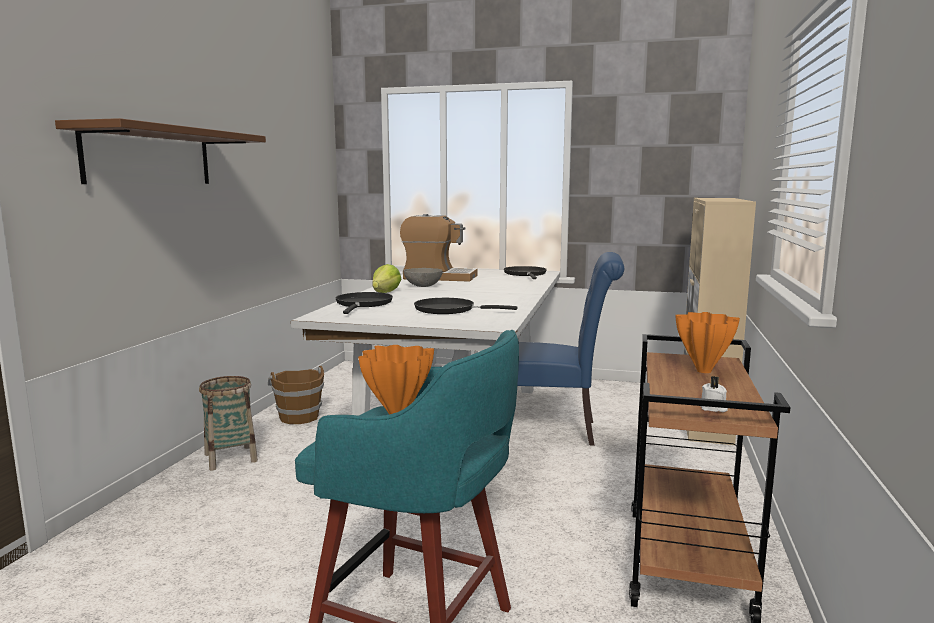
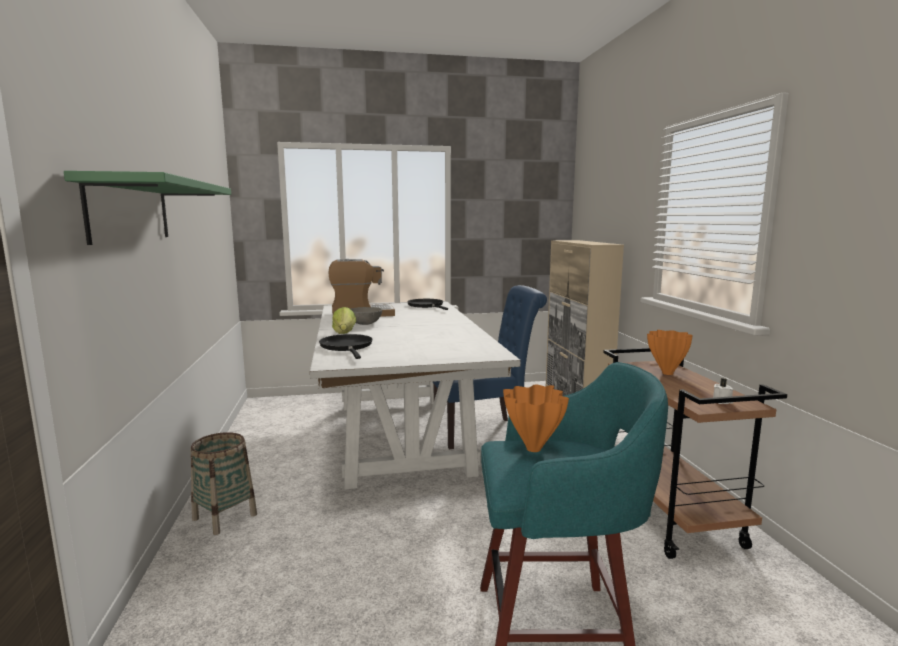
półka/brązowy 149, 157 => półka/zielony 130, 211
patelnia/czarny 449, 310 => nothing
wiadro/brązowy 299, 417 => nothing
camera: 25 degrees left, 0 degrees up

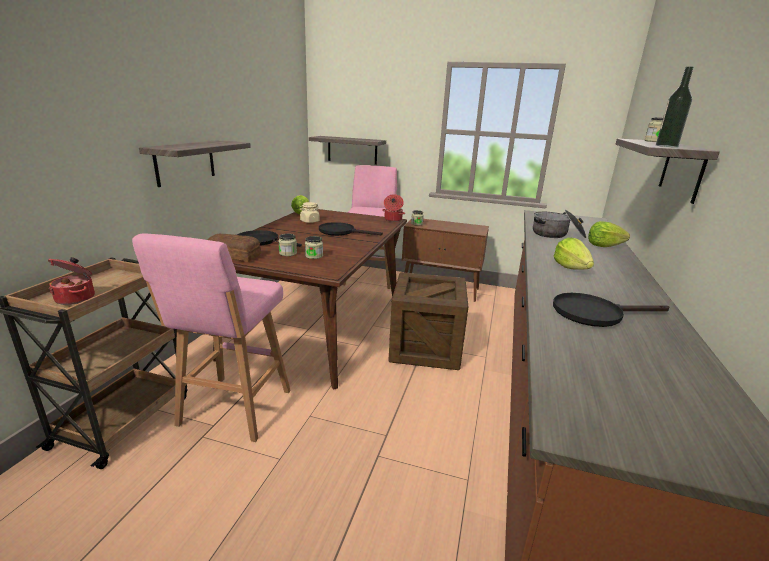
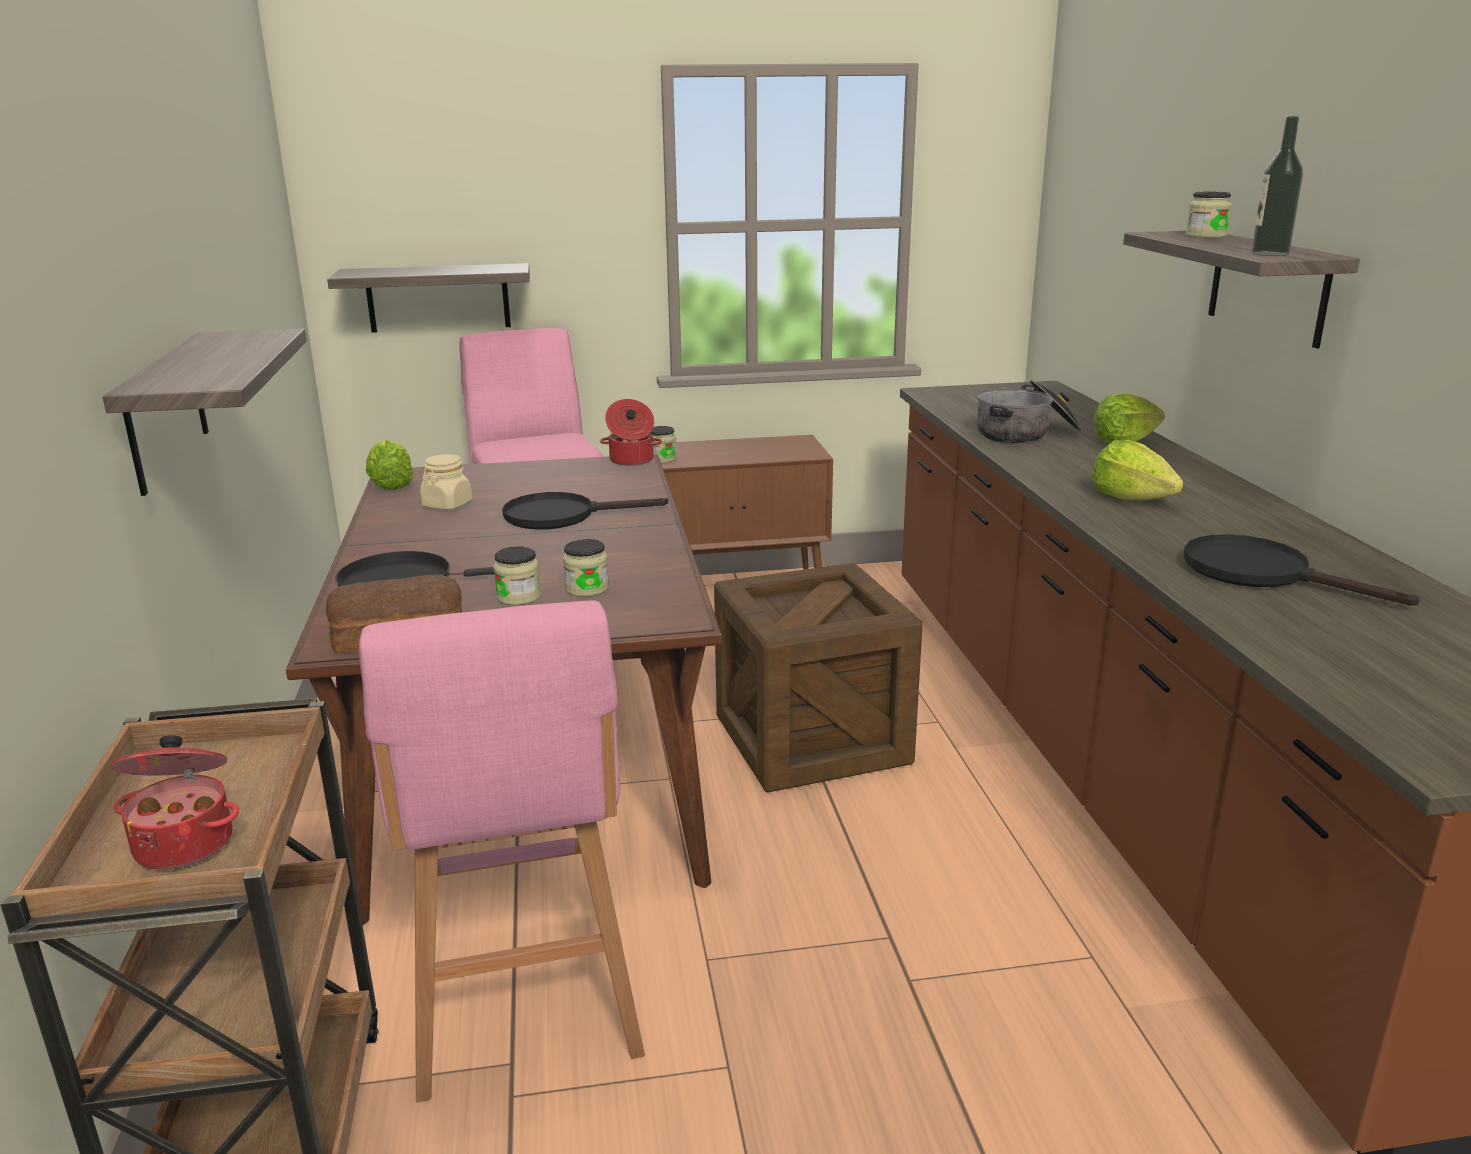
patelnia/czarny 595, 313 => patelnia/czarny 1262, 573, 75 degrees clockwise
camera: 25 degrees left, 0 degrees up

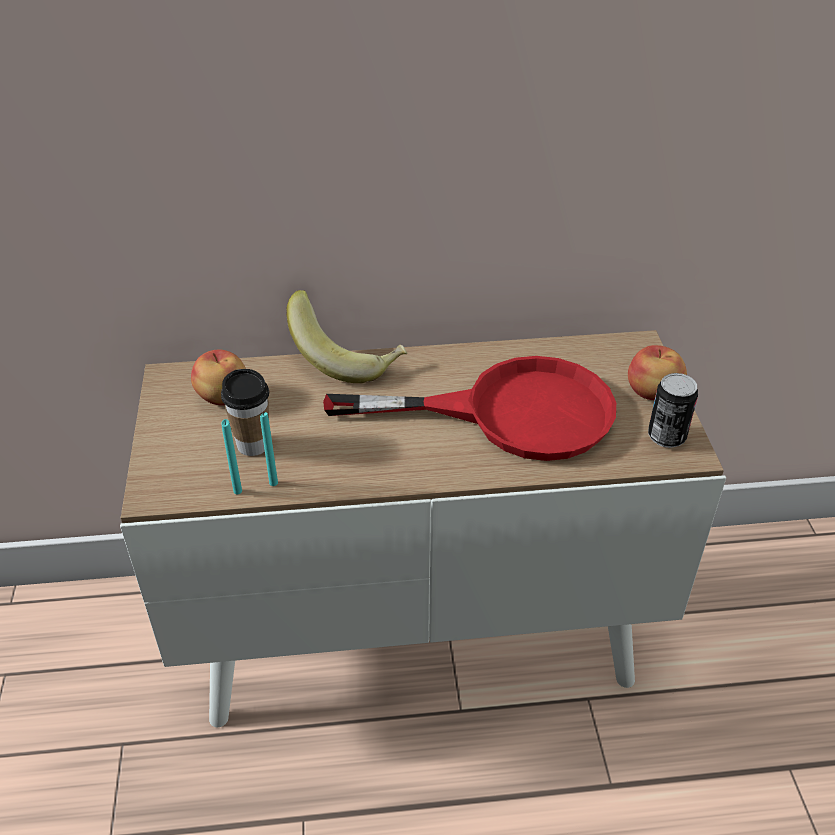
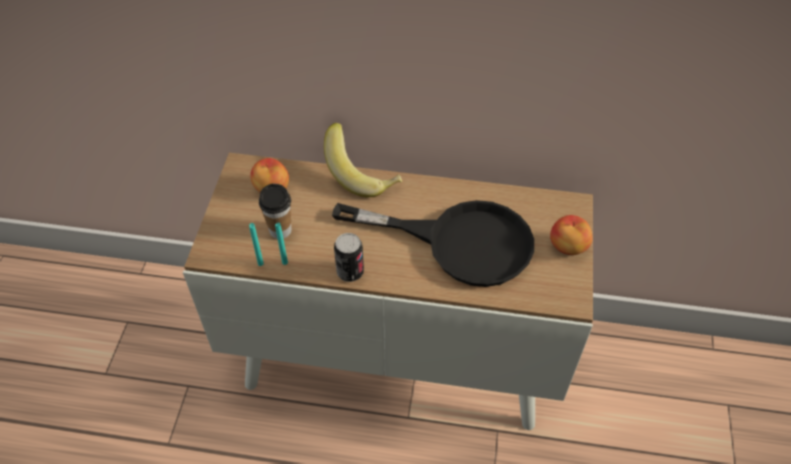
patelnia/czerwony 510, 413 => patelnia/czarny 459, 242
puszka 666, 437 => puszka 350, 272, relocated
camera: 15 degrees right, 10 degrees up

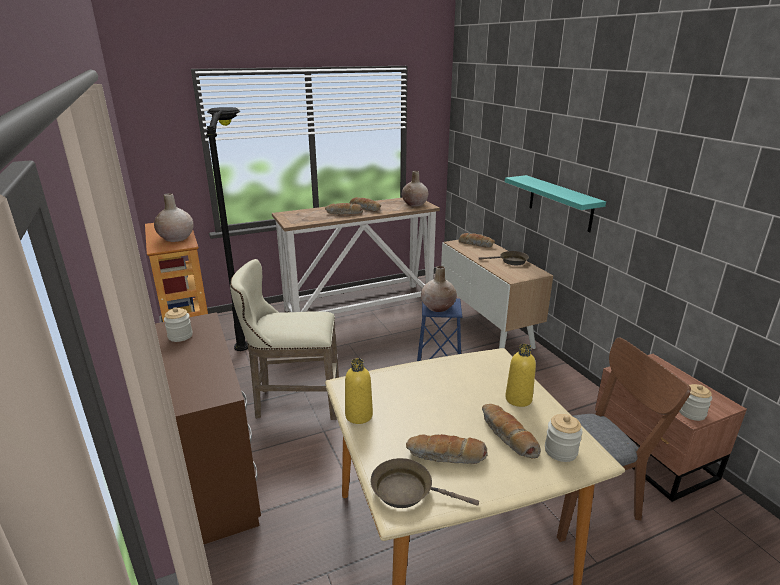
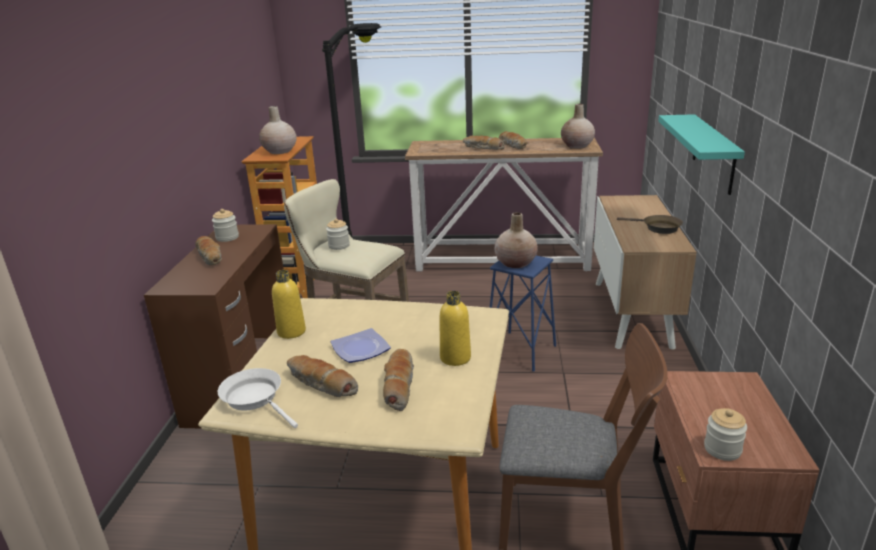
chleb 476, 244 => chleb 210, 257, relocated
słoik 560, 451 => słoik 339, 246, relocated
patelnia/brązowy 407, 491 => patelnia/biały 255, 398
nothing => talerz 359, 349
camera: 30 degrees right, 0 degrees up

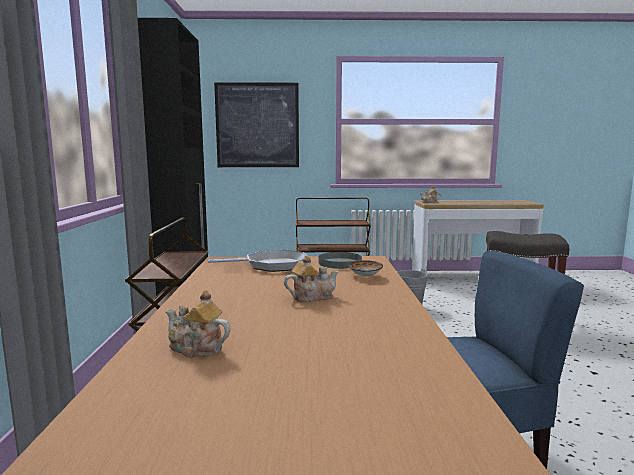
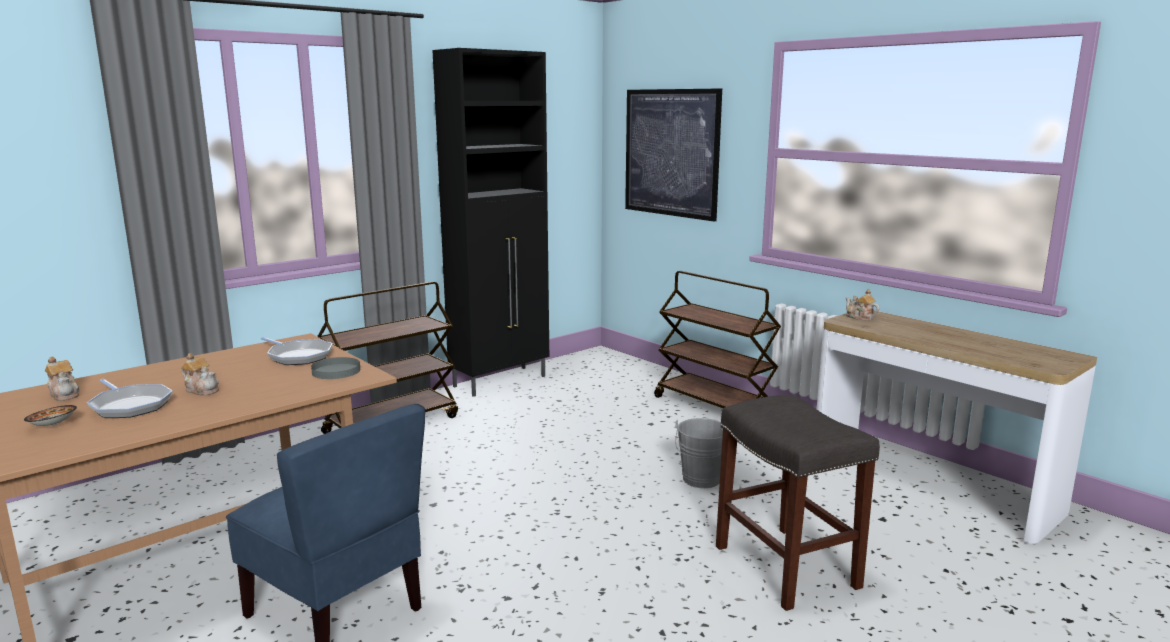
miska 365, 276 => miska 53, 425, relocated
imbryk 196, 348 => imbryk 65, 394, 150 degrees clockwise
nothing => patelnia 130, 405
camera: 50 degrees right, 5 degrees up

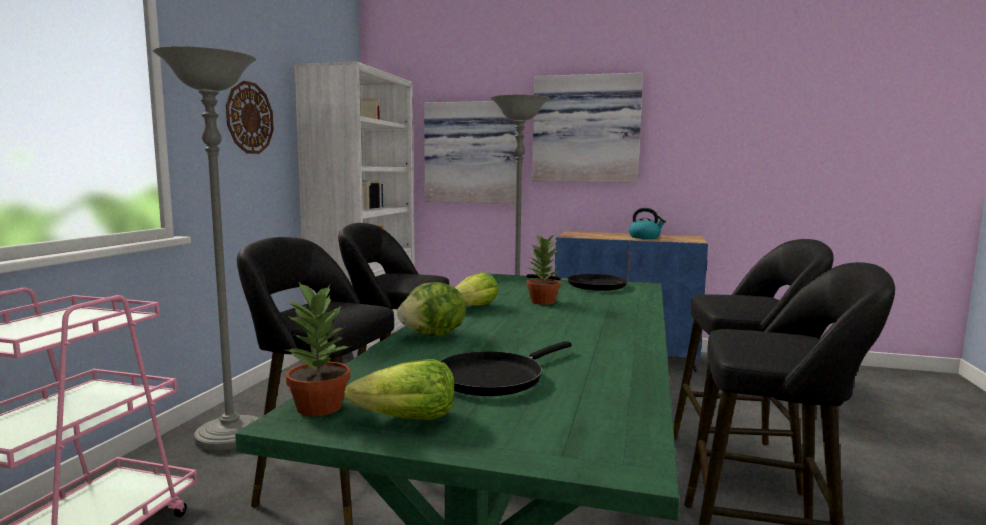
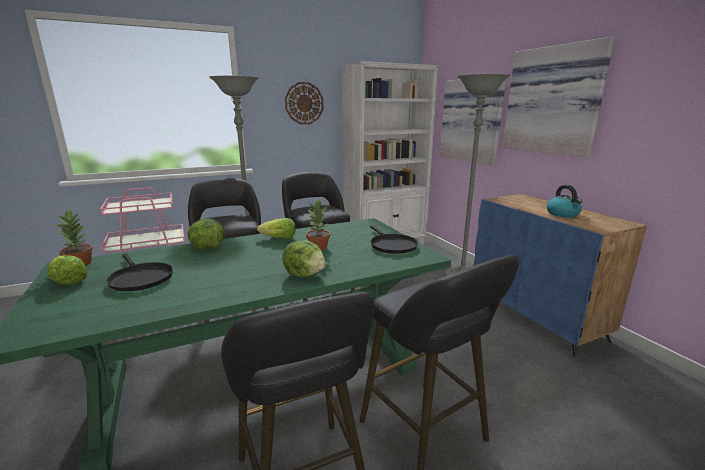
patelnia/czarny 494, 377 => patelnia/czarny 140, 278, 135 degrees counterclockwise
nothing => sałata 305, 274
camera: 50 degrees right, 10 degrees up

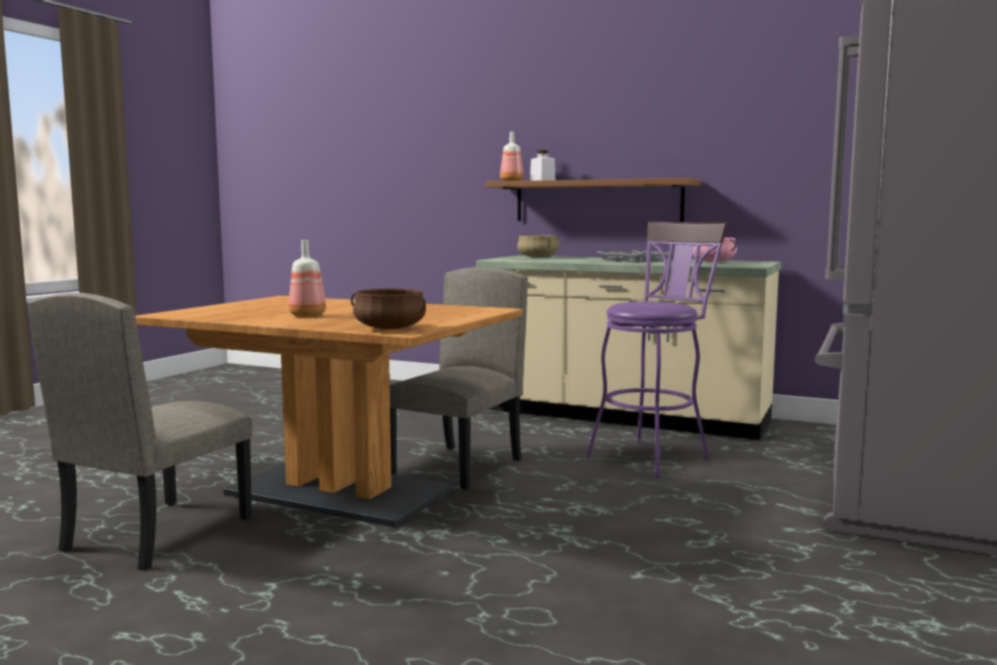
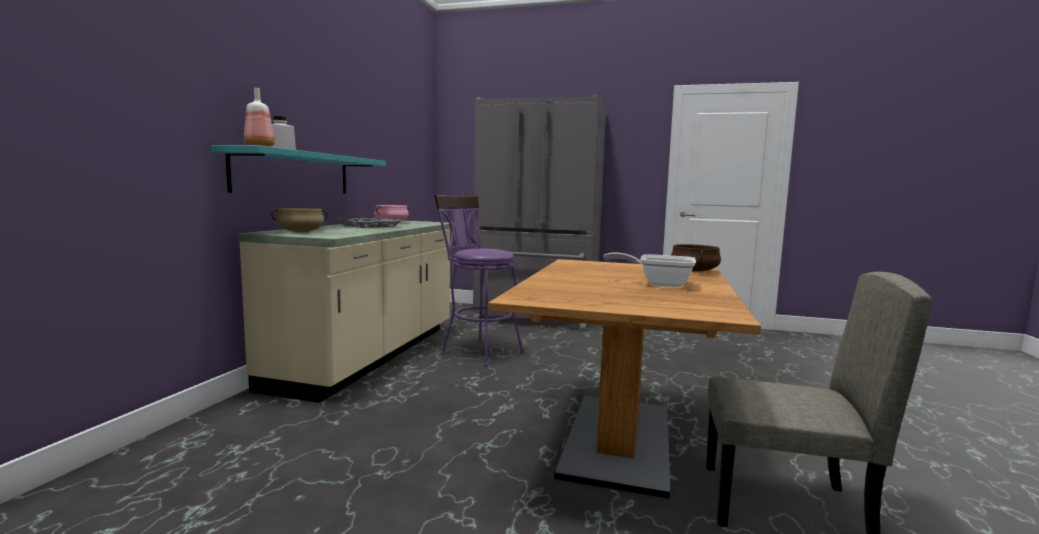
półka/brązowy 597, 201 => półka/turkusowy 294, 173
butelka 309, 315 => patelnia 658, 284
krzesło/beżowy 458, 467 => nothing
camera: 100 degrees left, 0 degrees up

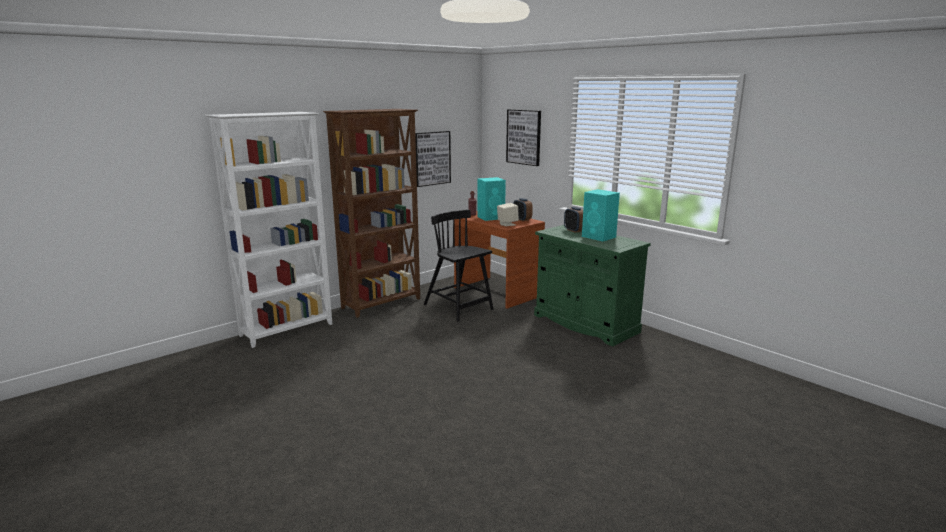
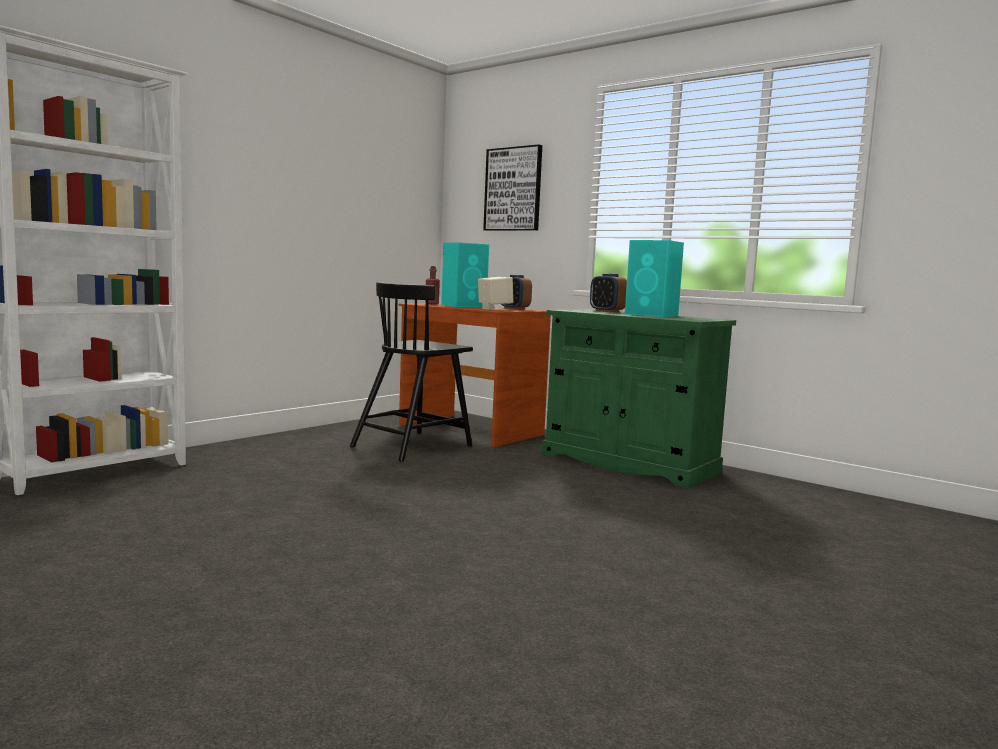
regał/brązowy 382, 303 => nothing
obraz 432, 158 => nothing
krzesło/czarny 458, 307 => krzesło/czarny 413, 446, 90 degrees counterclockwise
camera: 10 degrees left, 10 degrees down

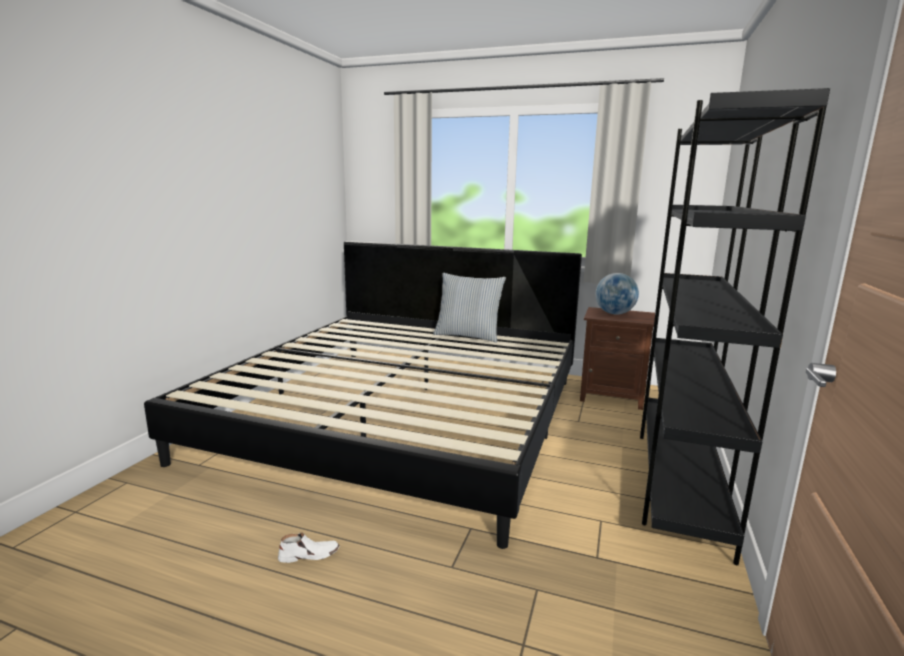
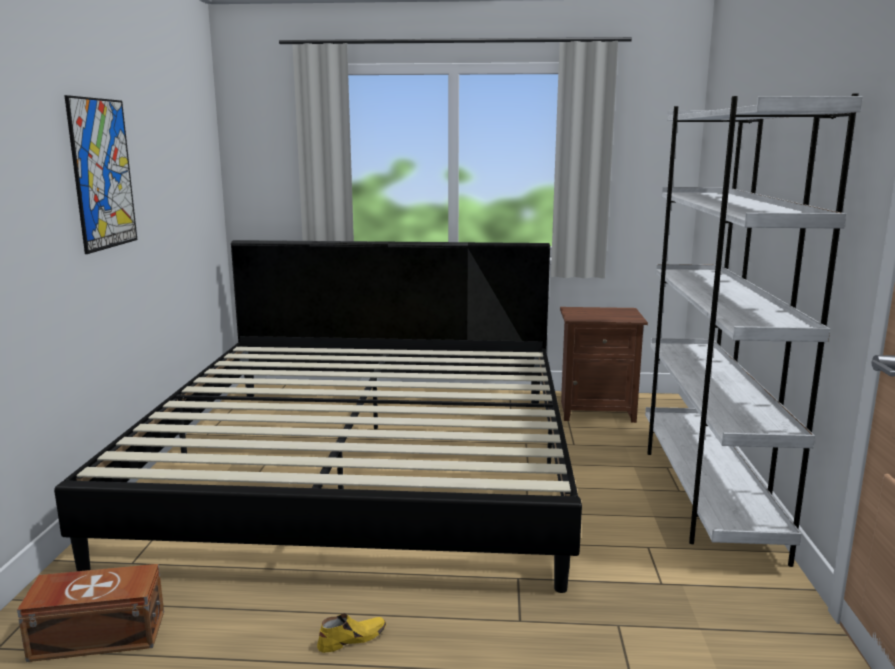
regał/czarny 679, 481 => regał/biały 706, 494
poduszka 468, 336 => nothing
globus 614, 314 => nothing
but/biały 309, 555 => but/żółty 352, 639
nothing => obraz 102, 174
nothing => pojemnik do przechowywania/brązowy 97, 634
camera: 15 degrees left, 0 degrees up

